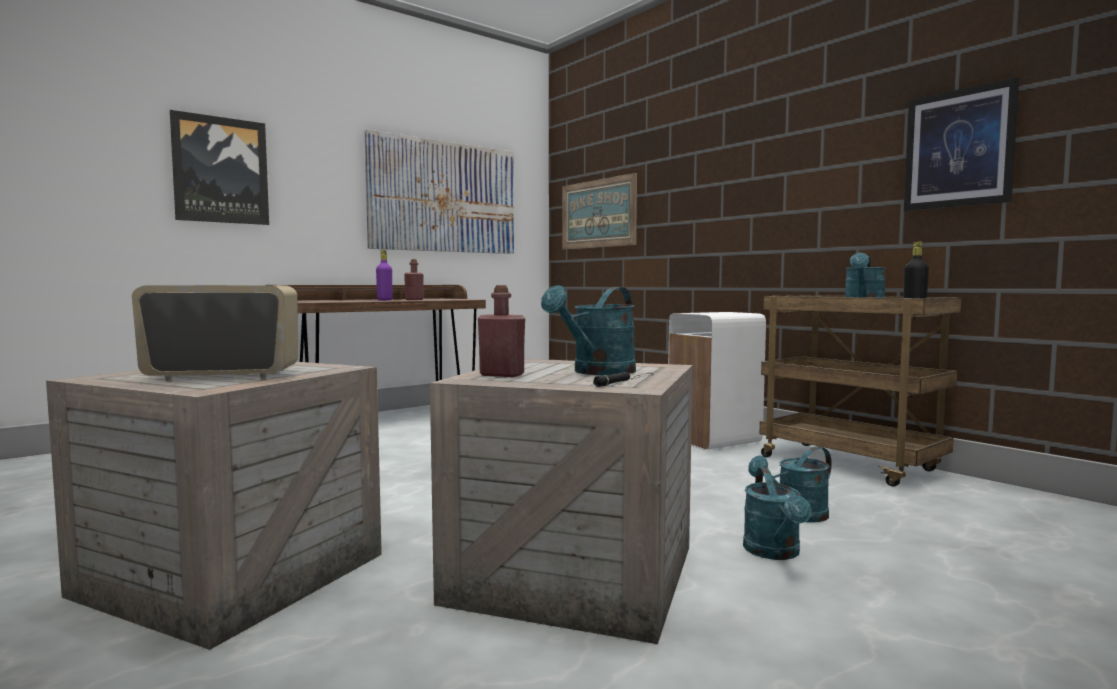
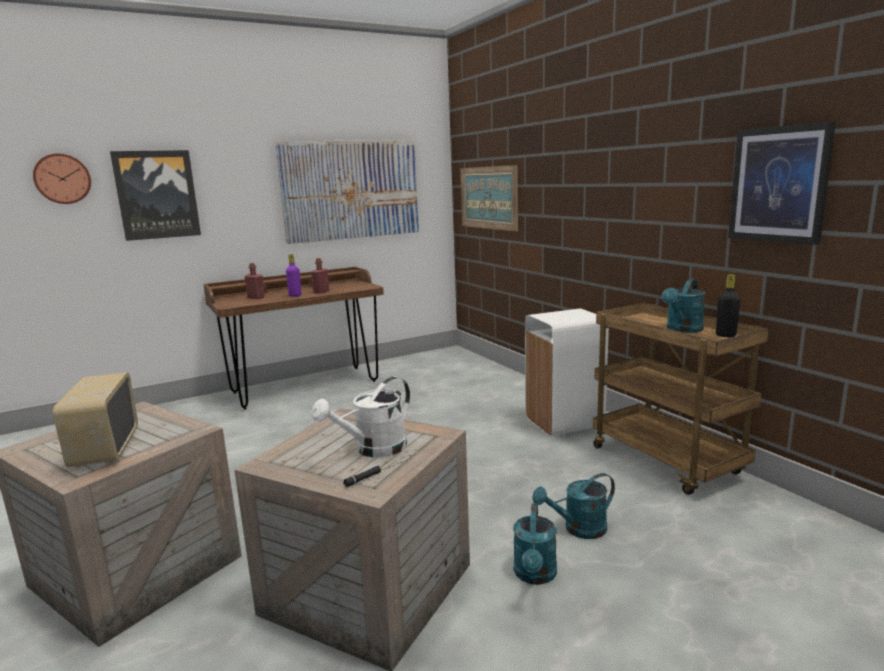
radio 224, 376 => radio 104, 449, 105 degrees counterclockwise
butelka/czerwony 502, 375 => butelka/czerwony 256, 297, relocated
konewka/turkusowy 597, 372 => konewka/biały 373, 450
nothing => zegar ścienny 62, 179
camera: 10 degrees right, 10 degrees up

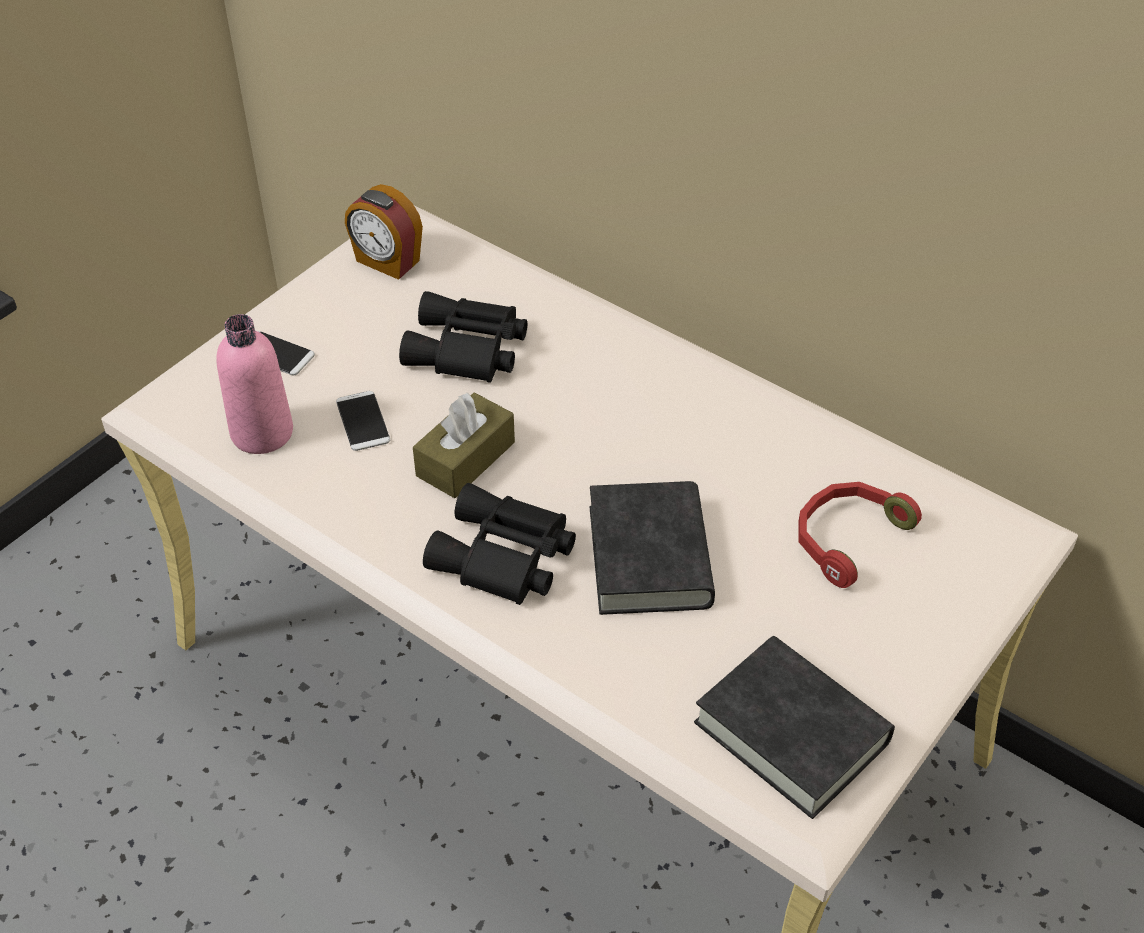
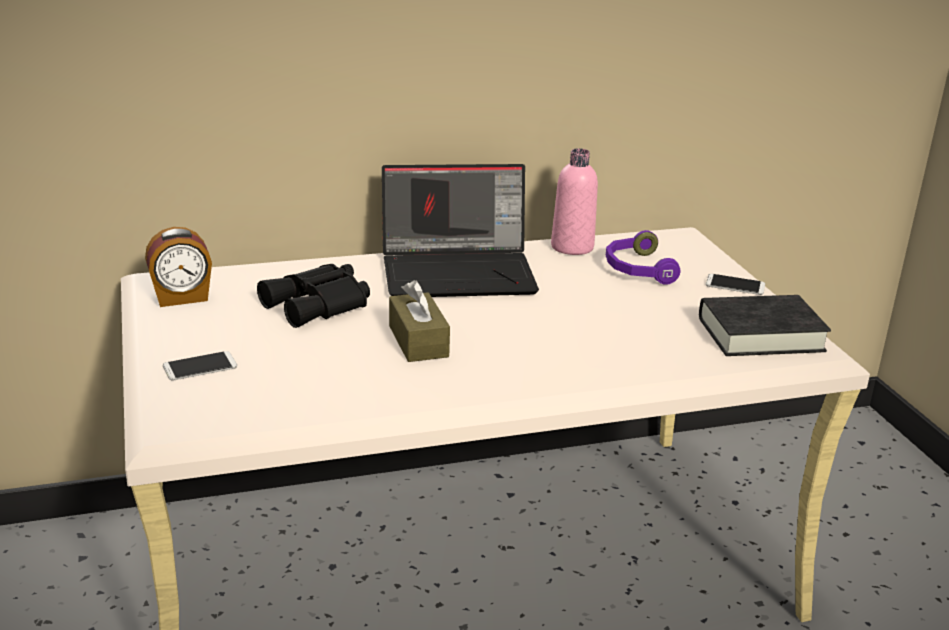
butelka/różowy 262, 433 => butelka/różowy 572, 247, relocated
telefon 363, 421 => telefon 735, 285, relocated
książka/czarny 649, 557 => nothing
słuchawki/czerwony 846, 538 => słuchawki/fioletowy 637, 269
lornetka/czarny 503, 558 => nothing
nothing => laptop 460, 271
camera: 55 degrees left, 20 degrees down

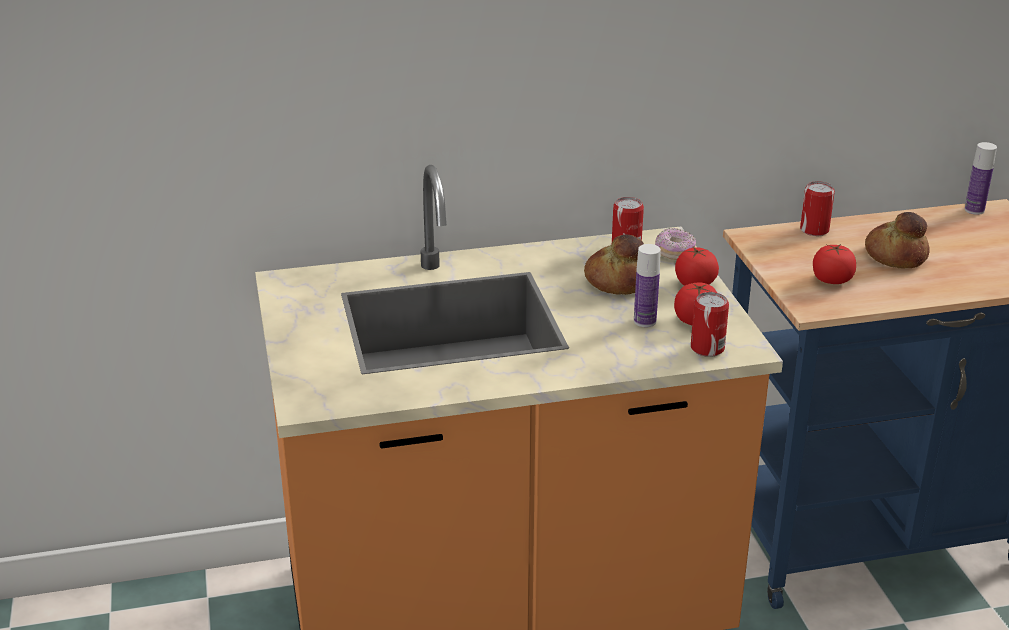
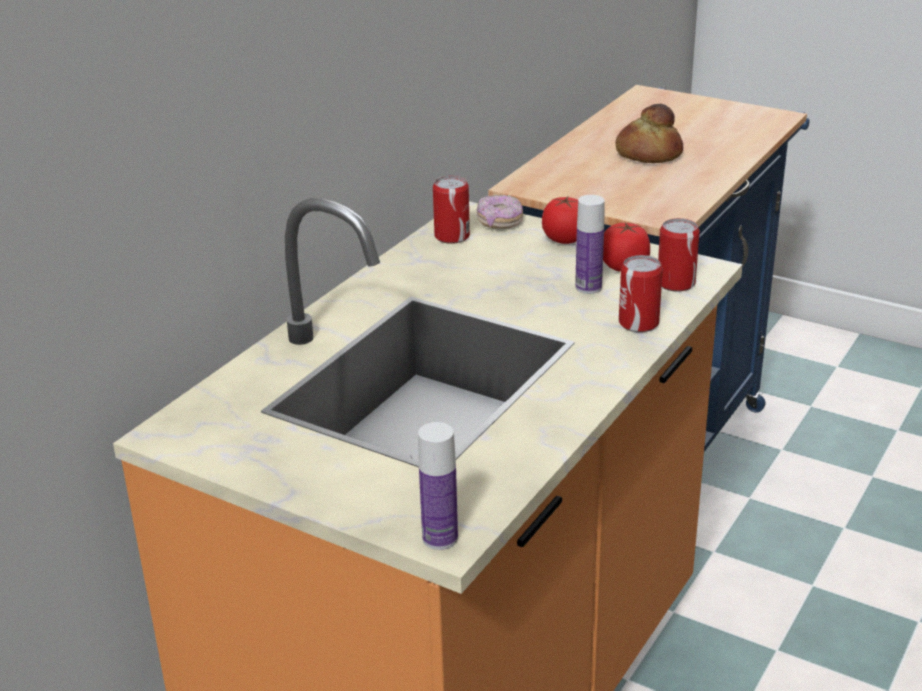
butelka 974, 210 => butelka 440, 538, relocated
puszka 814, 230 => puszka 638, 323, relocated
chleb 616, 281 => nothing
pomidor 831, 280 => nothing
camera: 45 degrees left, 0 degrees up

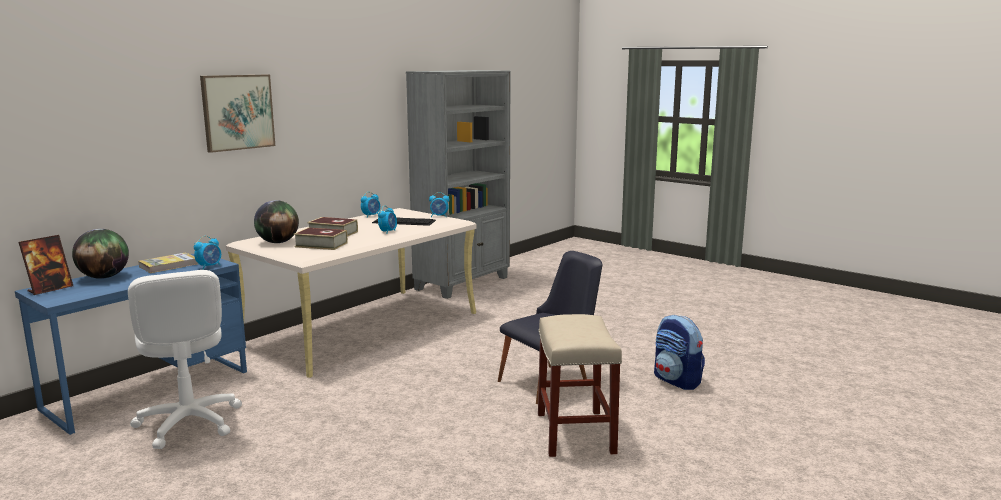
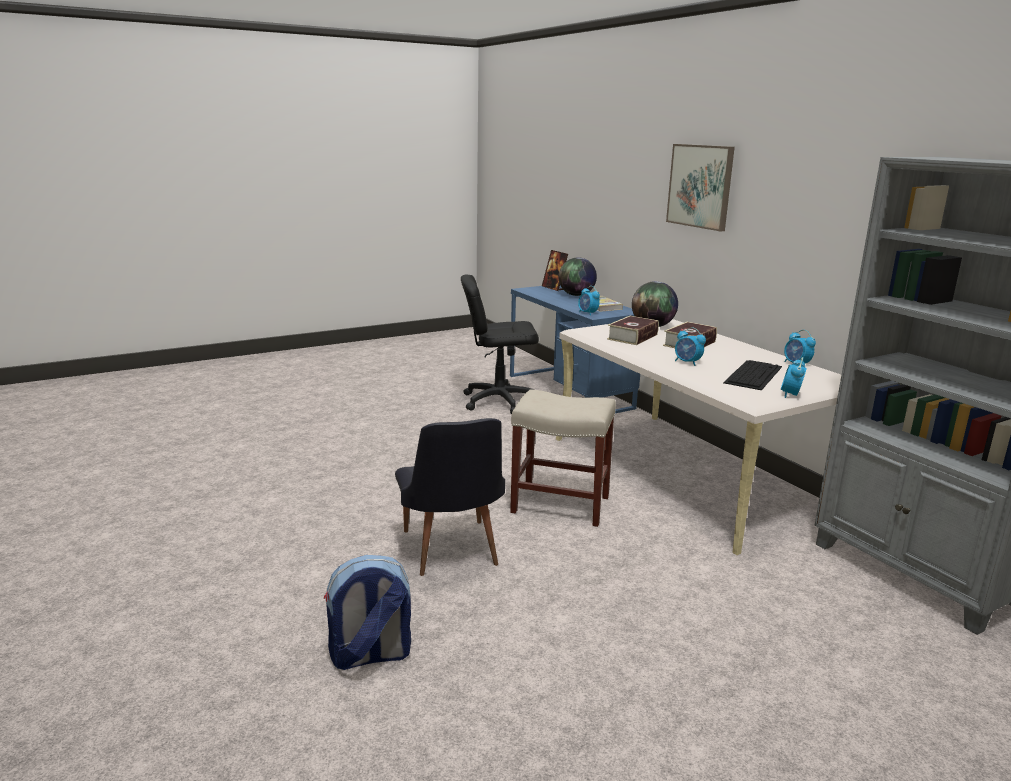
krzesło biurowe/biały 188, 423 => krzesło biurowe/czarny 498, 401
stołek/beżowy 576, 434 => stołek/beżowy 559, 504, relocated
camera: 110 degrees right, 5 degrees up

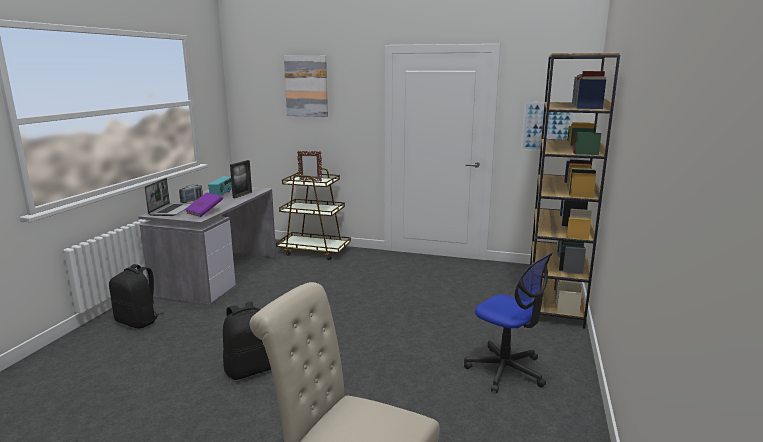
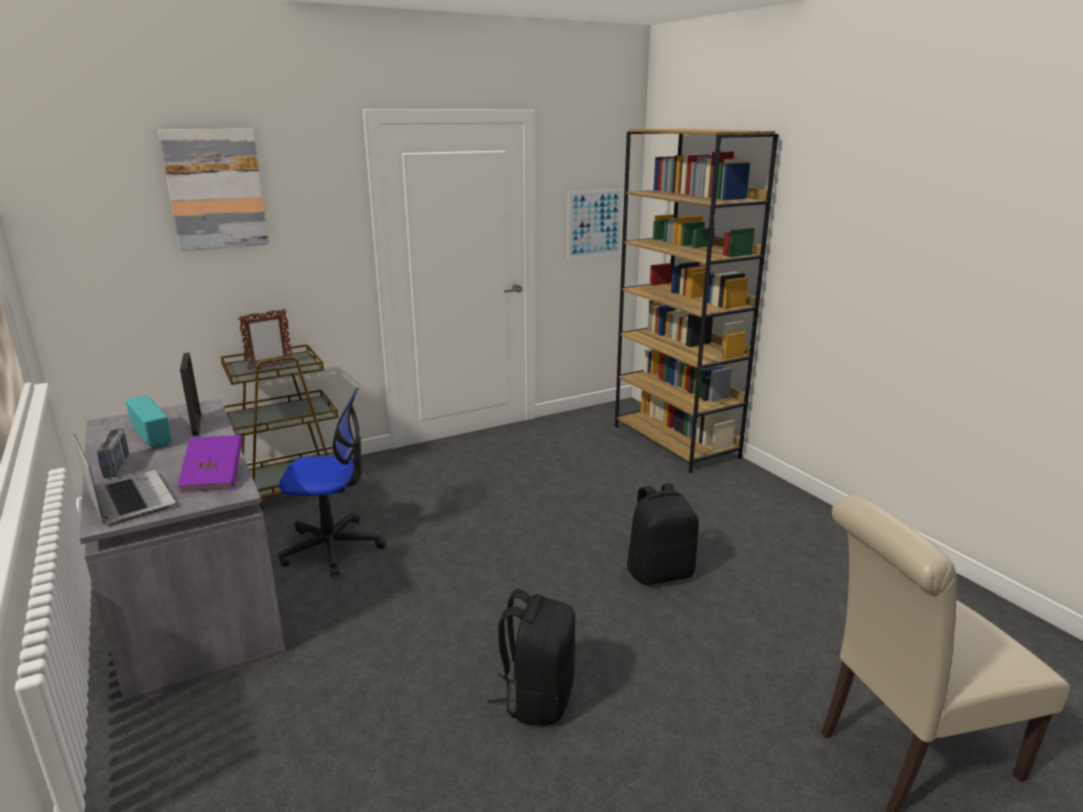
krzesło biurowe 505, 370 => krzesło biurowe 333, 547, relocated
plecak/czarny 138, 321 => plecak/czarny 660, 572, relocated
camera: 45 degrees left, 5 degrees up

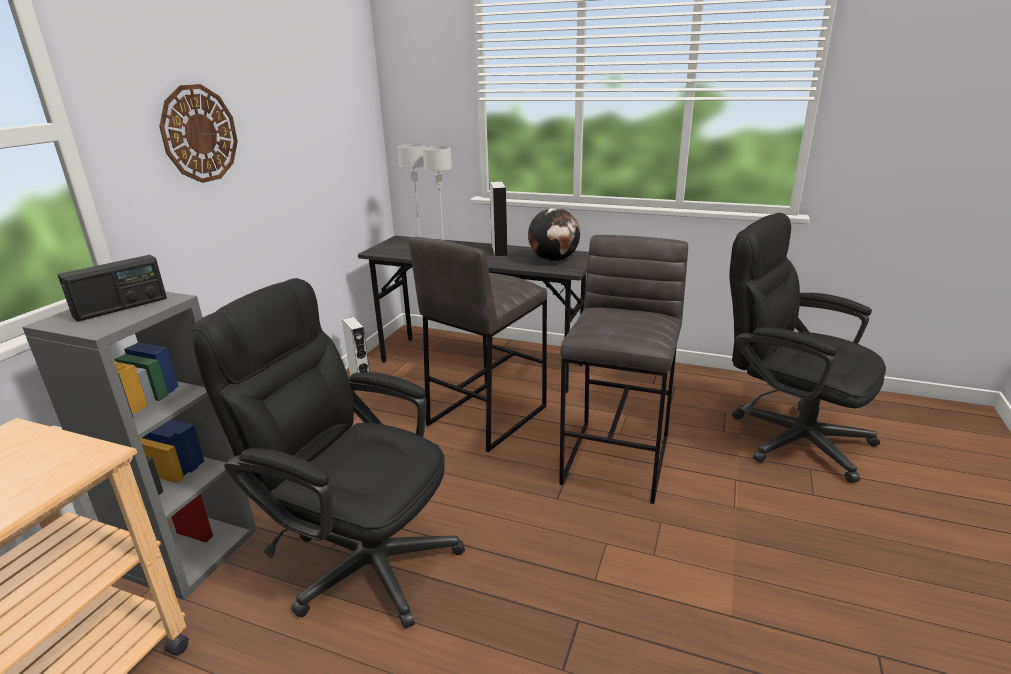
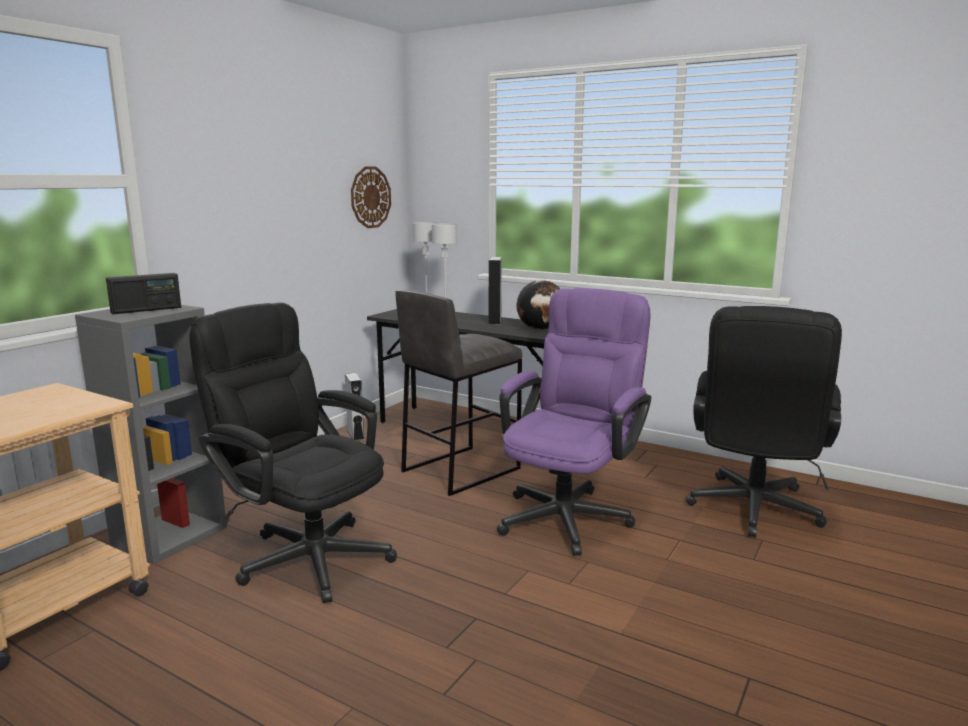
zegar ścienny 199, 134 => zegar ścienny 370, 197, relocated
krzesło biurowe/czarny 786, 435 => krzesło biurowe/czarny 752, 512, 120 degrees counterclockwise
stołek/szary 617, 459 => krzesło biurowe/fioletowy 570, 513
camera: 10 degrees right, 10 degrees down

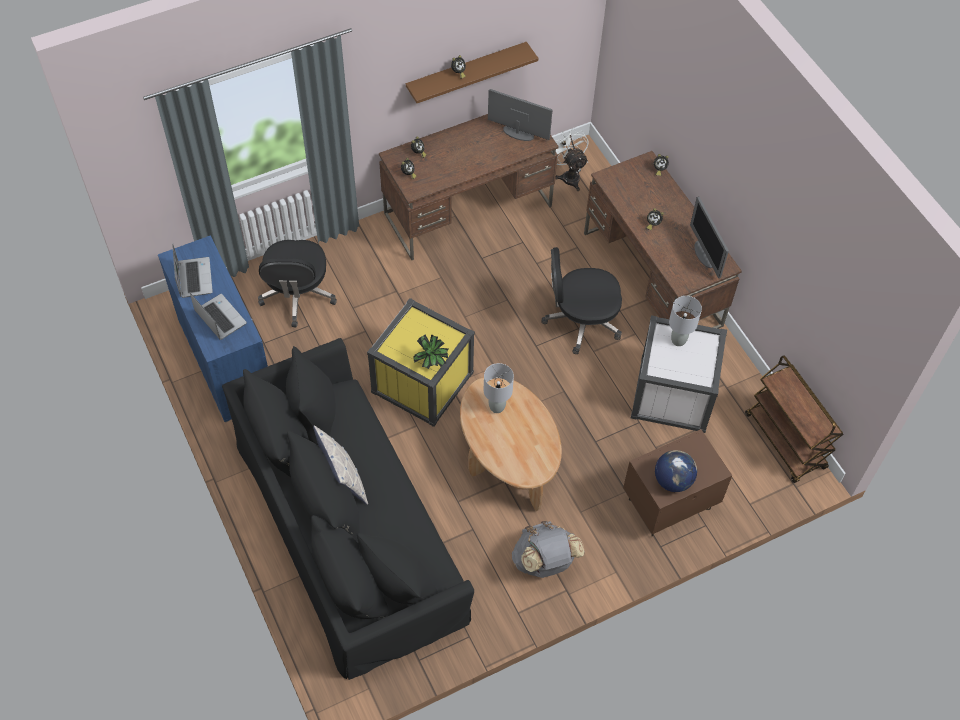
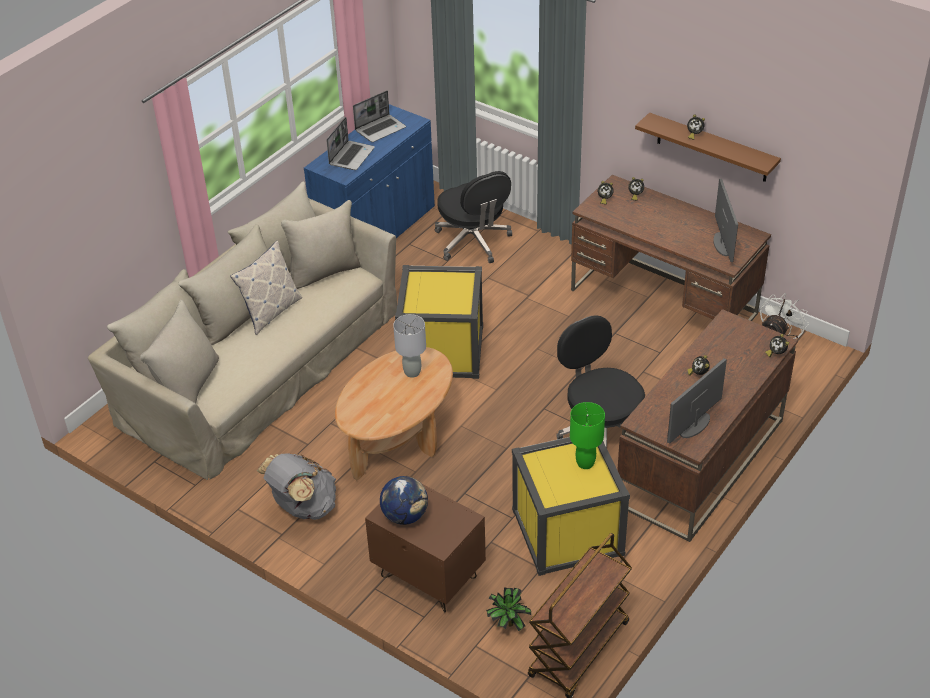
krzesło biurowe/czarny 298, 295 => krzesło biurowe/czarny 473, 242, 90 degrees counterclockwise
lampa stołowa/szary 678, 340 => lampa stołowa/zielony 585, 463
pojemnik do przechowywania/biały 672, 394 => pojemnik do przechowywania/żółty 567, 531
roślina doniczkowa 431, 365 => roślina doniczkowa 507, 625, relocated
kanapa/czarny 349, 526 => kanapa/beżowy 261, 366
camera: 65 degrees right, 15 degrees down

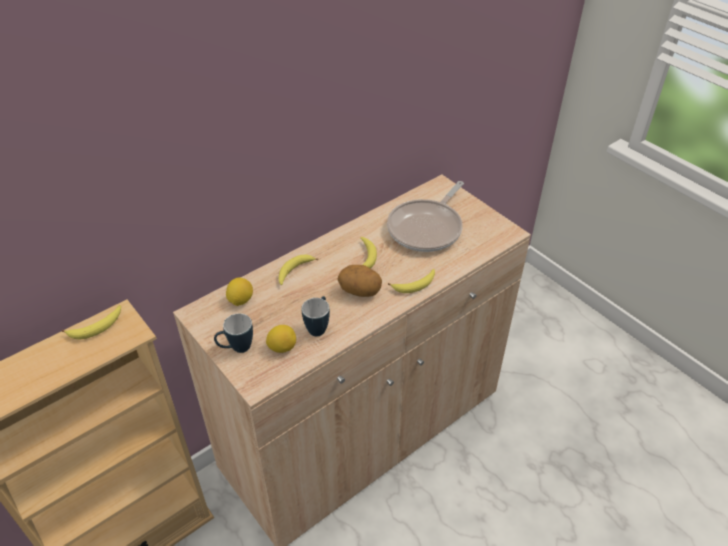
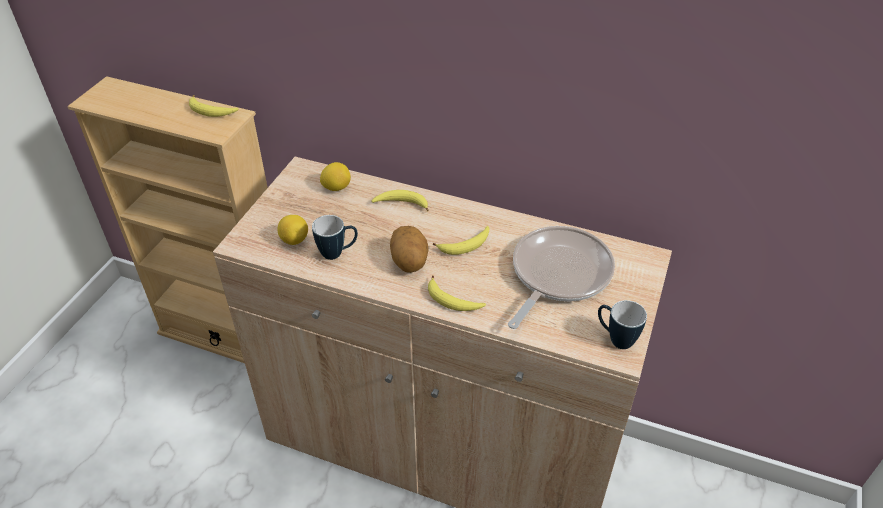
patelnia 427, 228 => patelnia 557, 275, 120 degrees clockwise
kubek 236, 348 => kubek 615, 338, relocated
camera: 60 degrees right, 0 degrees up

